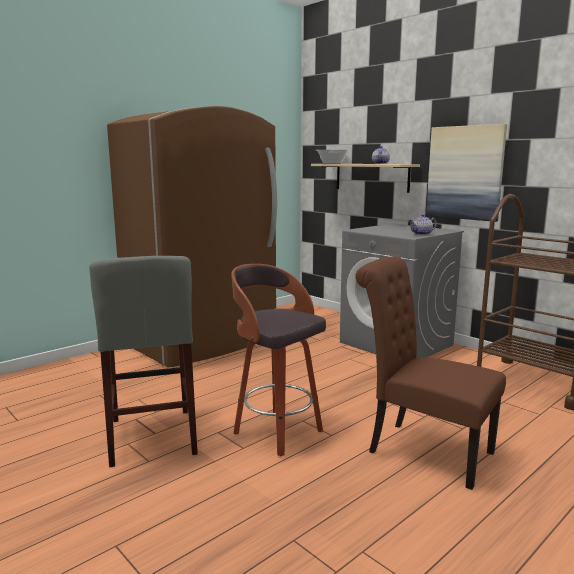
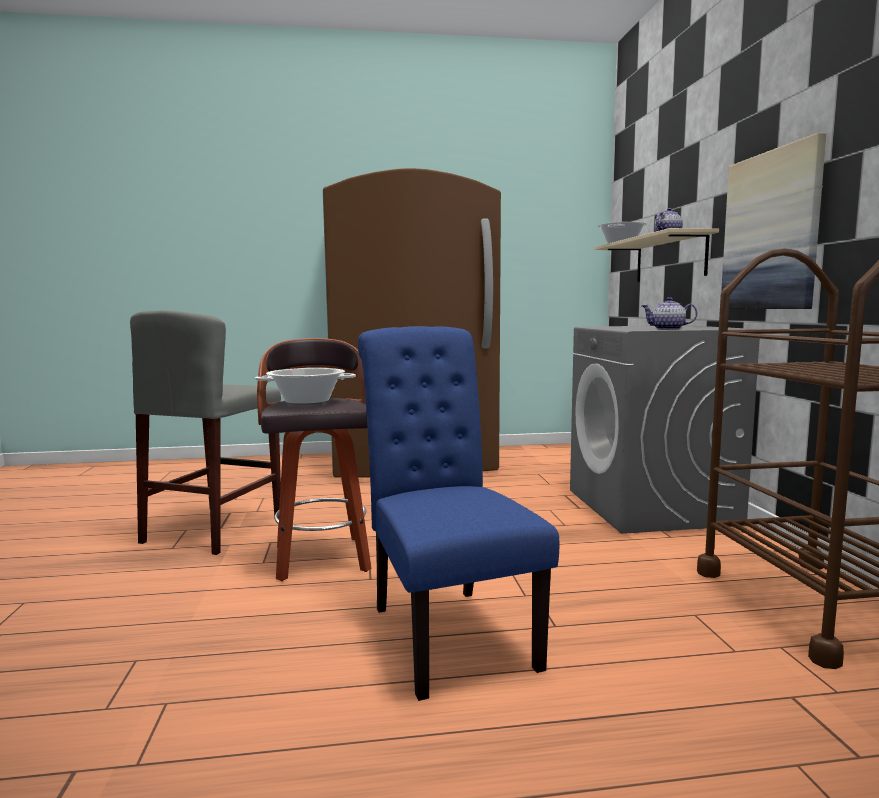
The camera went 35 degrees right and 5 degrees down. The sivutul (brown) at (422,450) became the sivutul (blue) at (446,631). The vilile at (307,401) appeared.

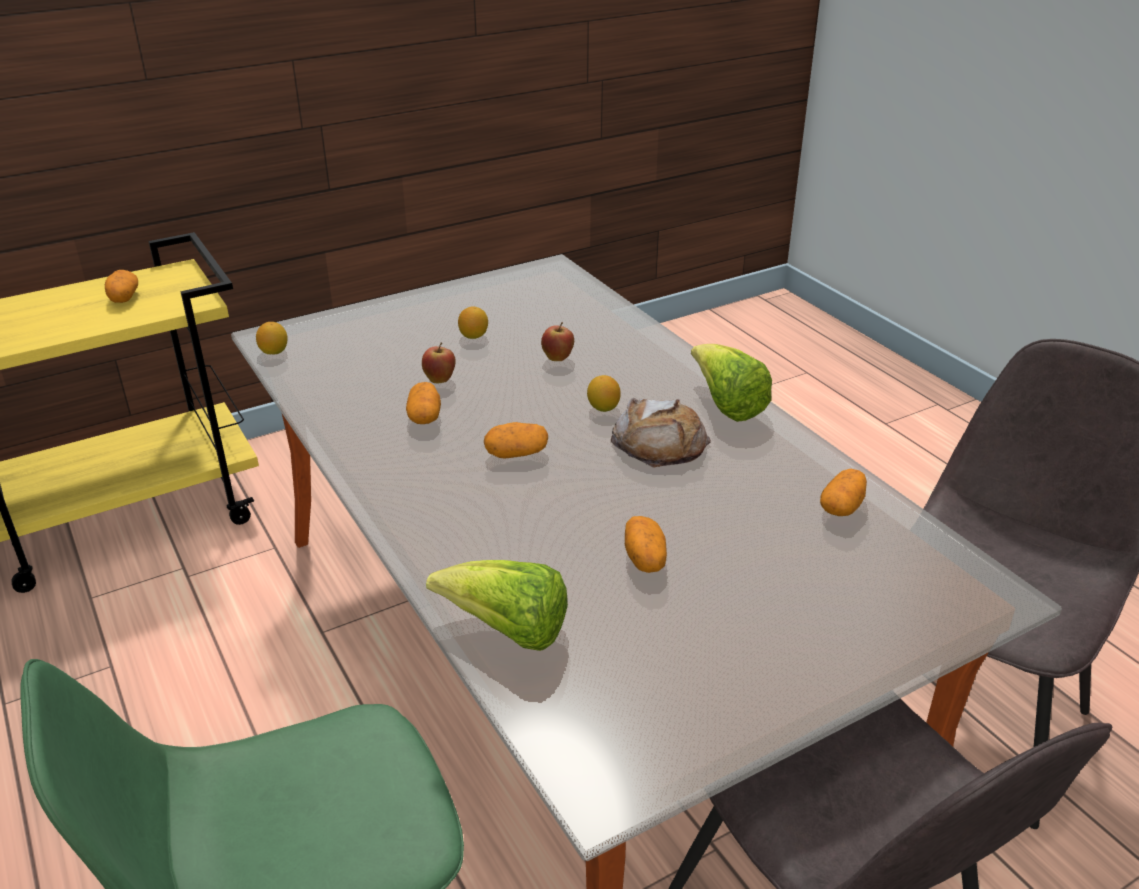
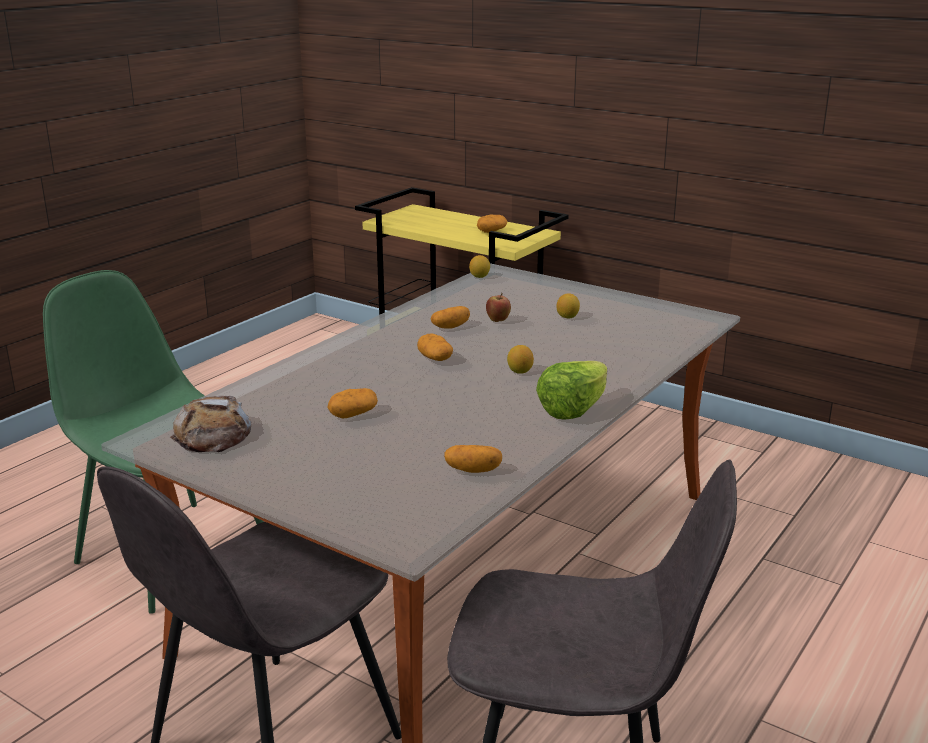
The camera went 65 degrees right and 10 degrees down. The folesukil at (507,631) disappeared. The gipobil at (558,359) disappeared. The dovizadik moved from (660,442) to (213,435).

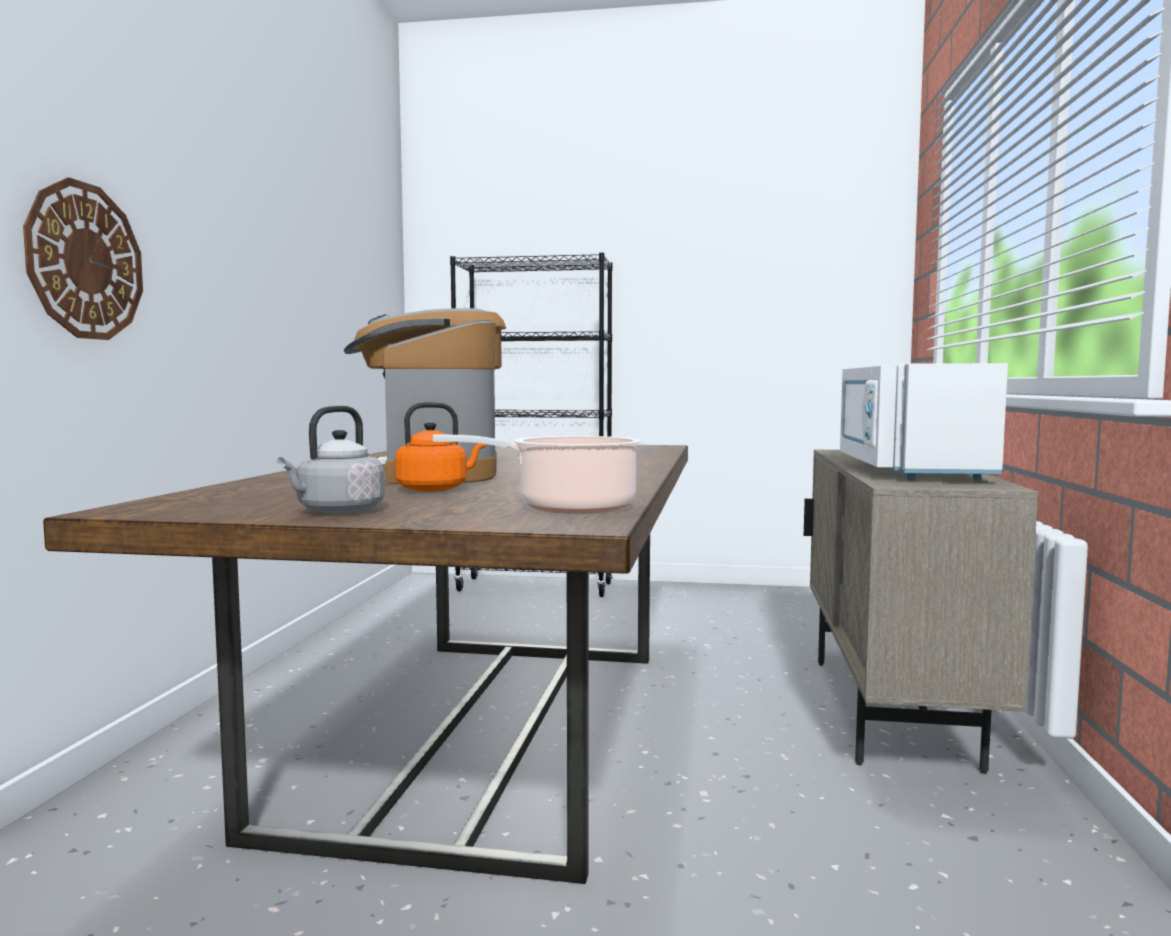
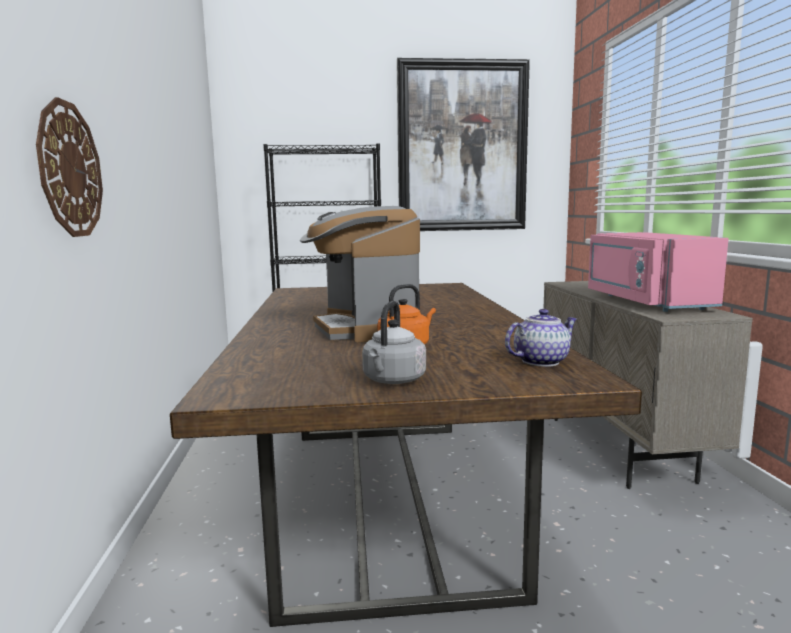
The camera went 15 degrees left and 5 degrees up. The vilile at (568,508) was replaced by the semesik at (540,361). The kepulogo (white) at (907,470) became the kepulogo (pink) at (644,302). The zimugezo at (462,147) appeared.

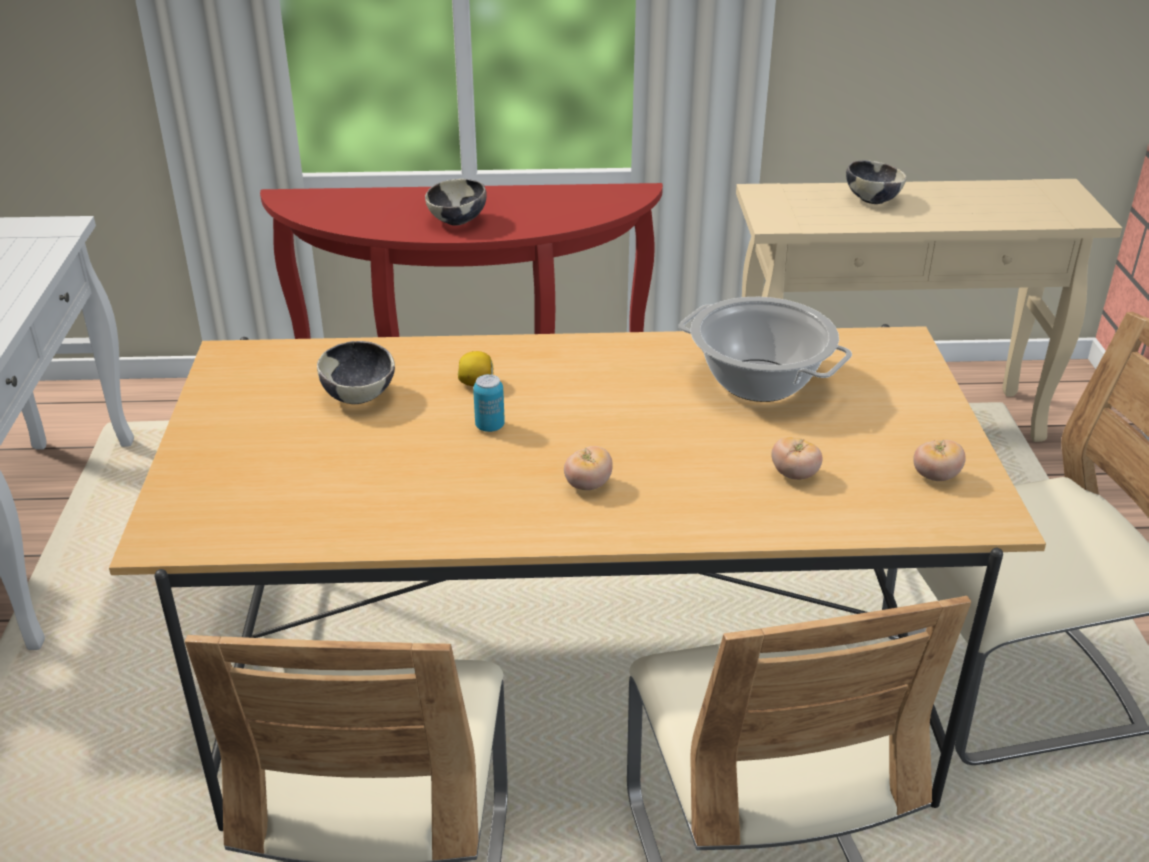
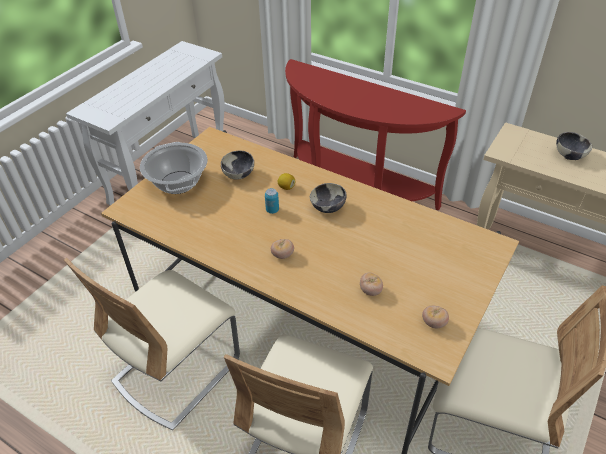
The camera went 35 degrees right and 10 degrees up. The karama moved from (458,221) to (328,208). The vilile moved from (760,381) to (178,183).

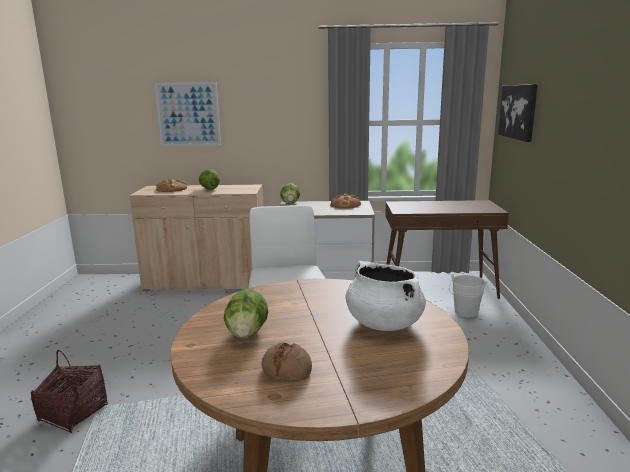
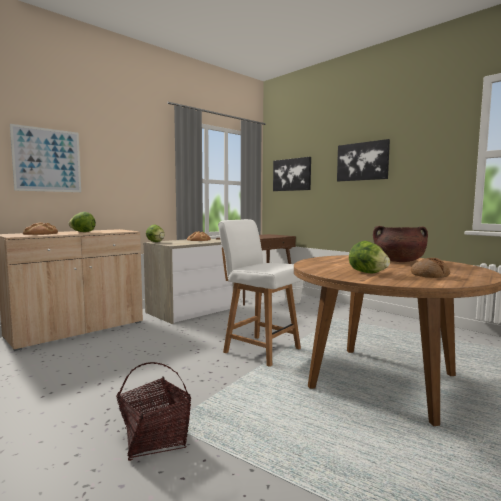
The camera went 45 degrees left and 10 degrees down. The vilile (white) at (383,323) became the vilile (brown) at (399,261). The zimugezo at (362,161) appeared.

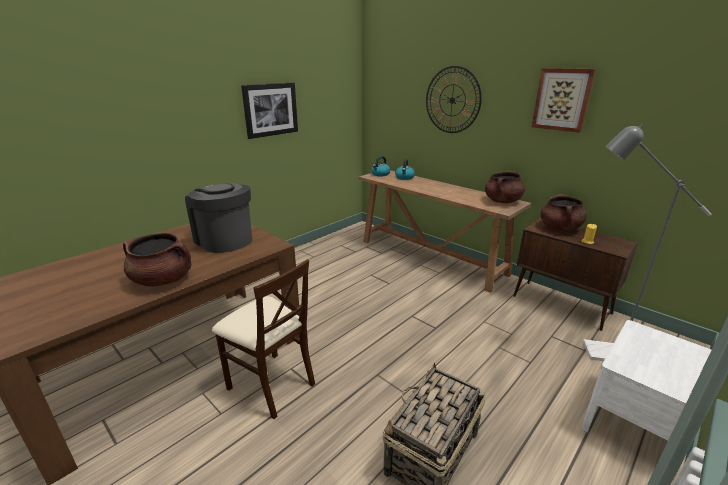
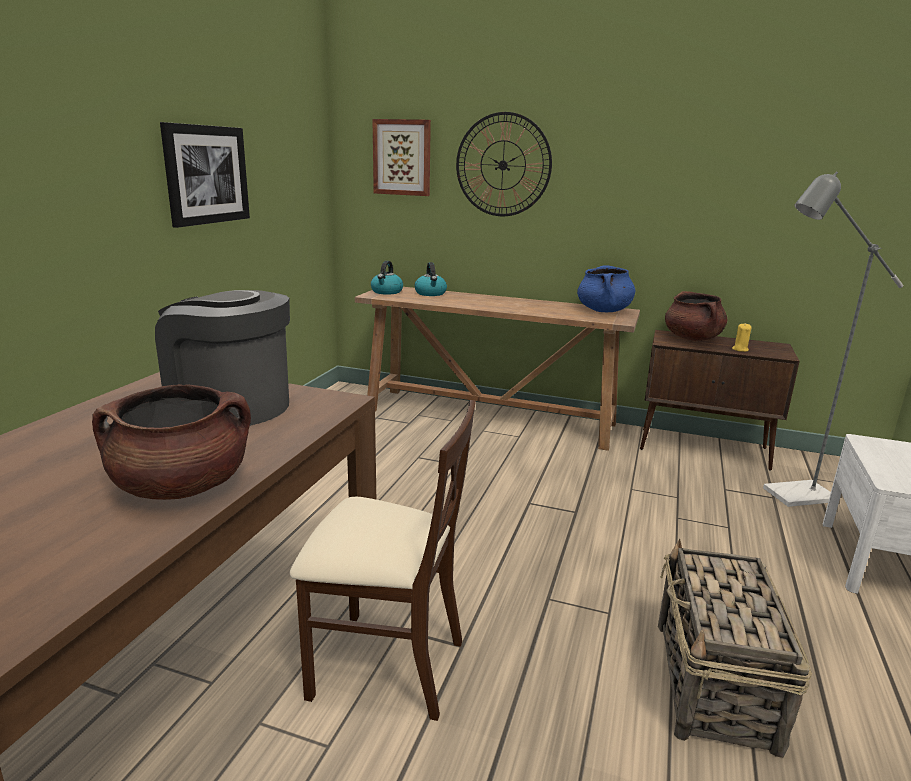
The camera went 25 degrees left and 5 degrees down. The vilile (brown) at (502,201) became the vilile (blue) at (604,311). The zimugezo moved from (562,99) to (402,157).

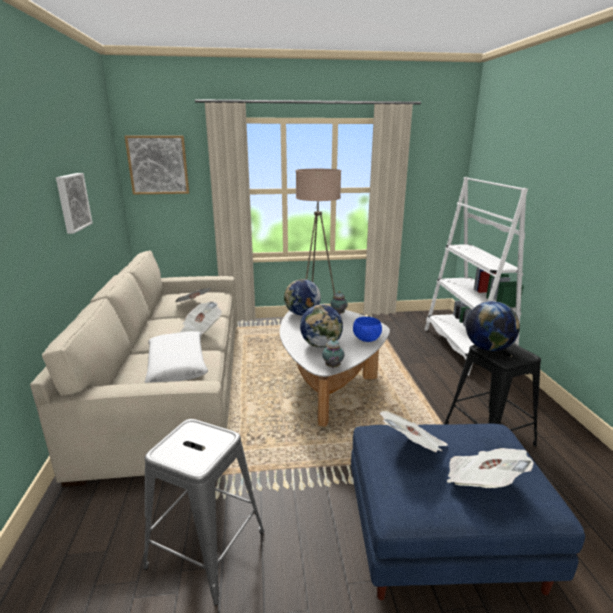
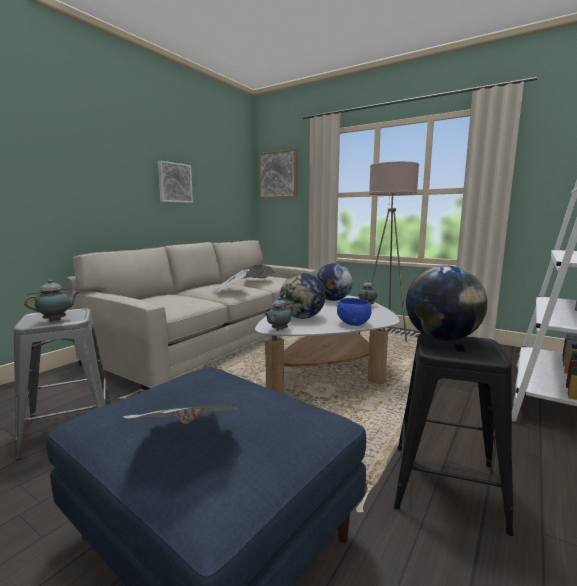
The camera went 40 degrees right and 10 degrees down. The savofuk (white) at (177,365) disappeared. The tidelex at (412,446) disappeared. The semesik at (57,320) appeared.

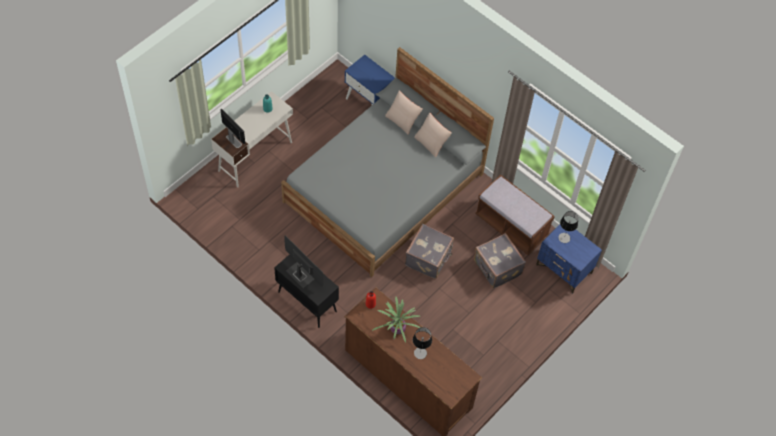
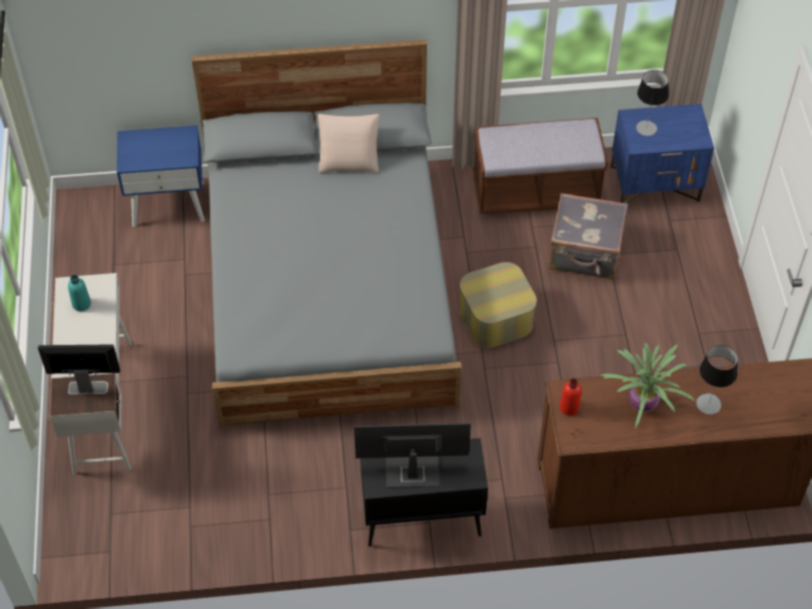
The camera went 45 degrees left and 5 degrees down. The savofuk (beige) at (403,120) disappeared. The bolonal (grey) at (429,258) was replaced by the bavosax at (495,317).

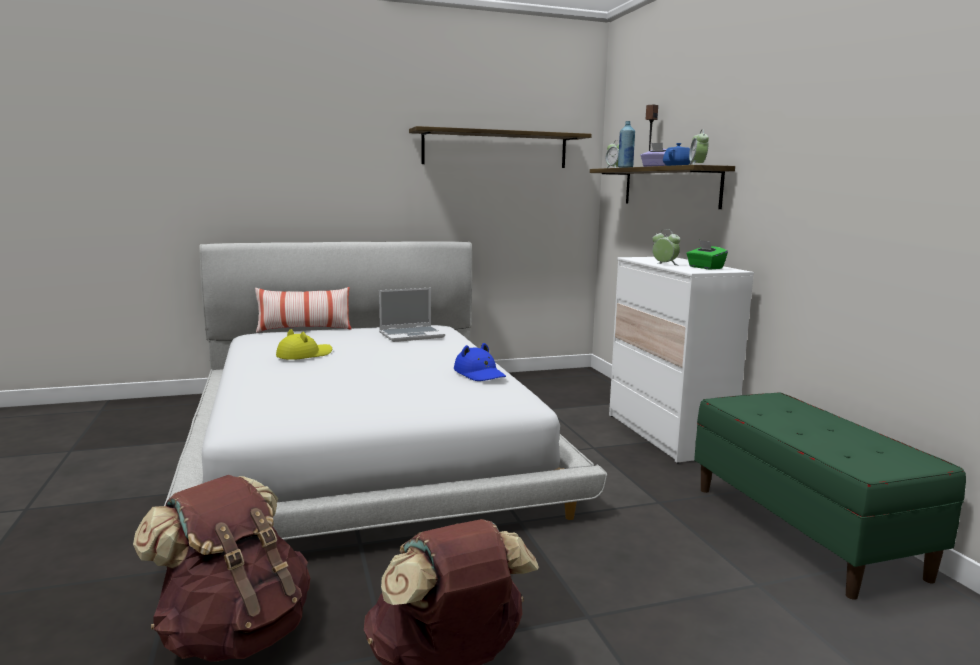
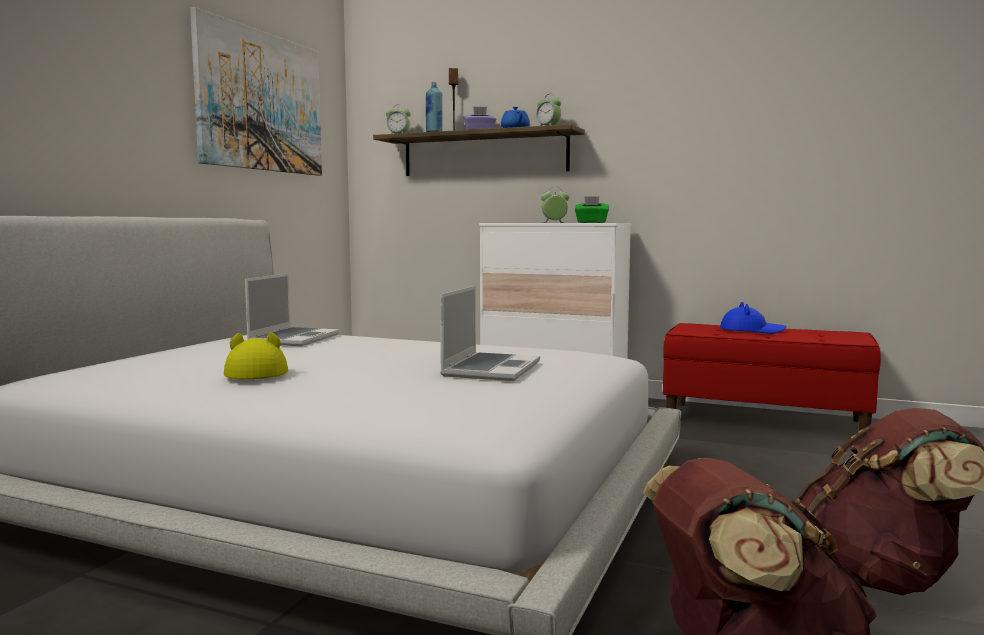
The camera went 50 degrees left and 5 degrees down. The savofuk at (304,329) disappeared. The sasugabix at (495,149) was replaced by the zimugezo at (261,102). The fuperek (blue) moved from (480,374) to (751,331). The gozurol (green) at (803,530) became the gozurol (red) at (764,421). The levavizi at (490,369) appeared.

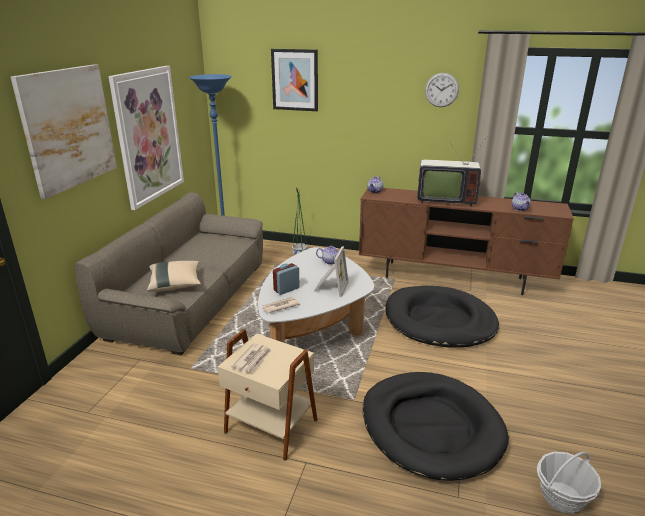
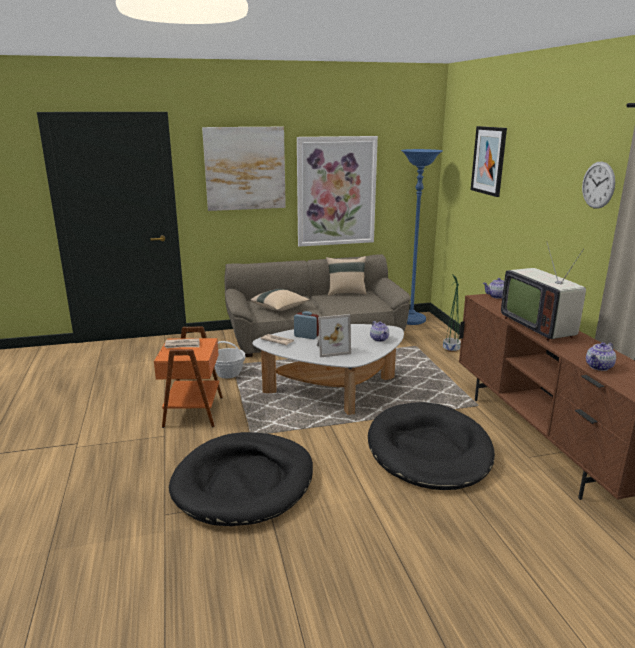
The camera went 60 degrees right and 5 degrees down. The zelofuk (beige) at (270,427) became the zelofuk (orange) at (192,411). The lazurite moved from (562,497) to (228,373). The savofuk (beige) at (346,293) appeared.

